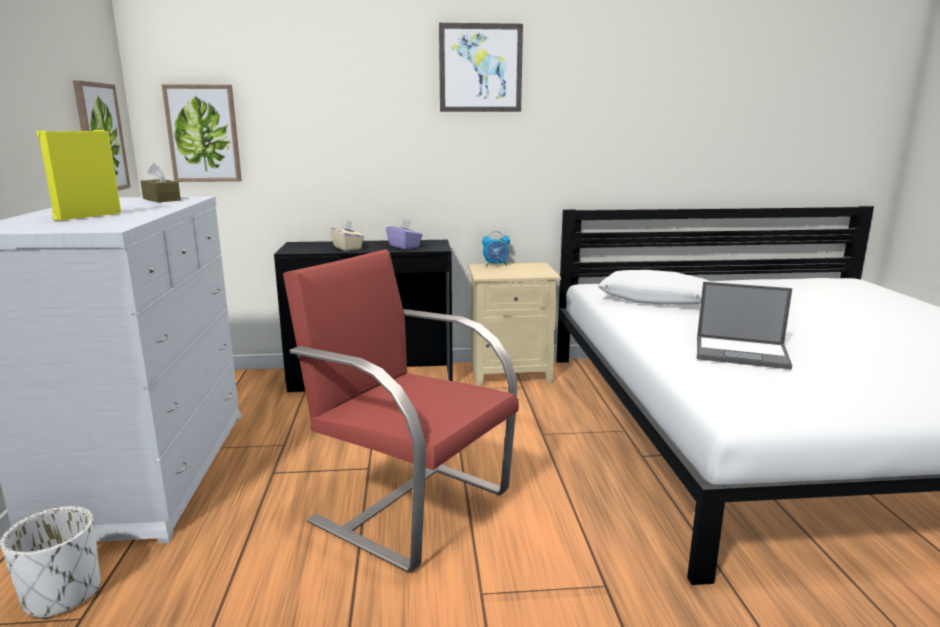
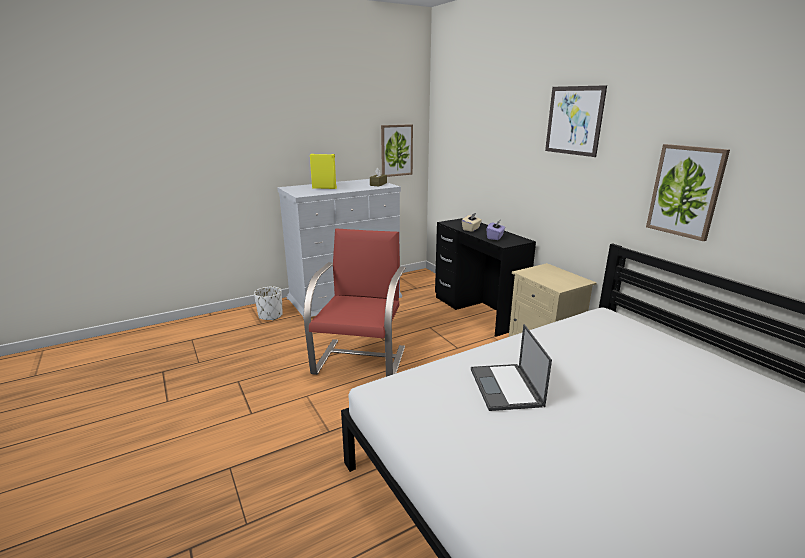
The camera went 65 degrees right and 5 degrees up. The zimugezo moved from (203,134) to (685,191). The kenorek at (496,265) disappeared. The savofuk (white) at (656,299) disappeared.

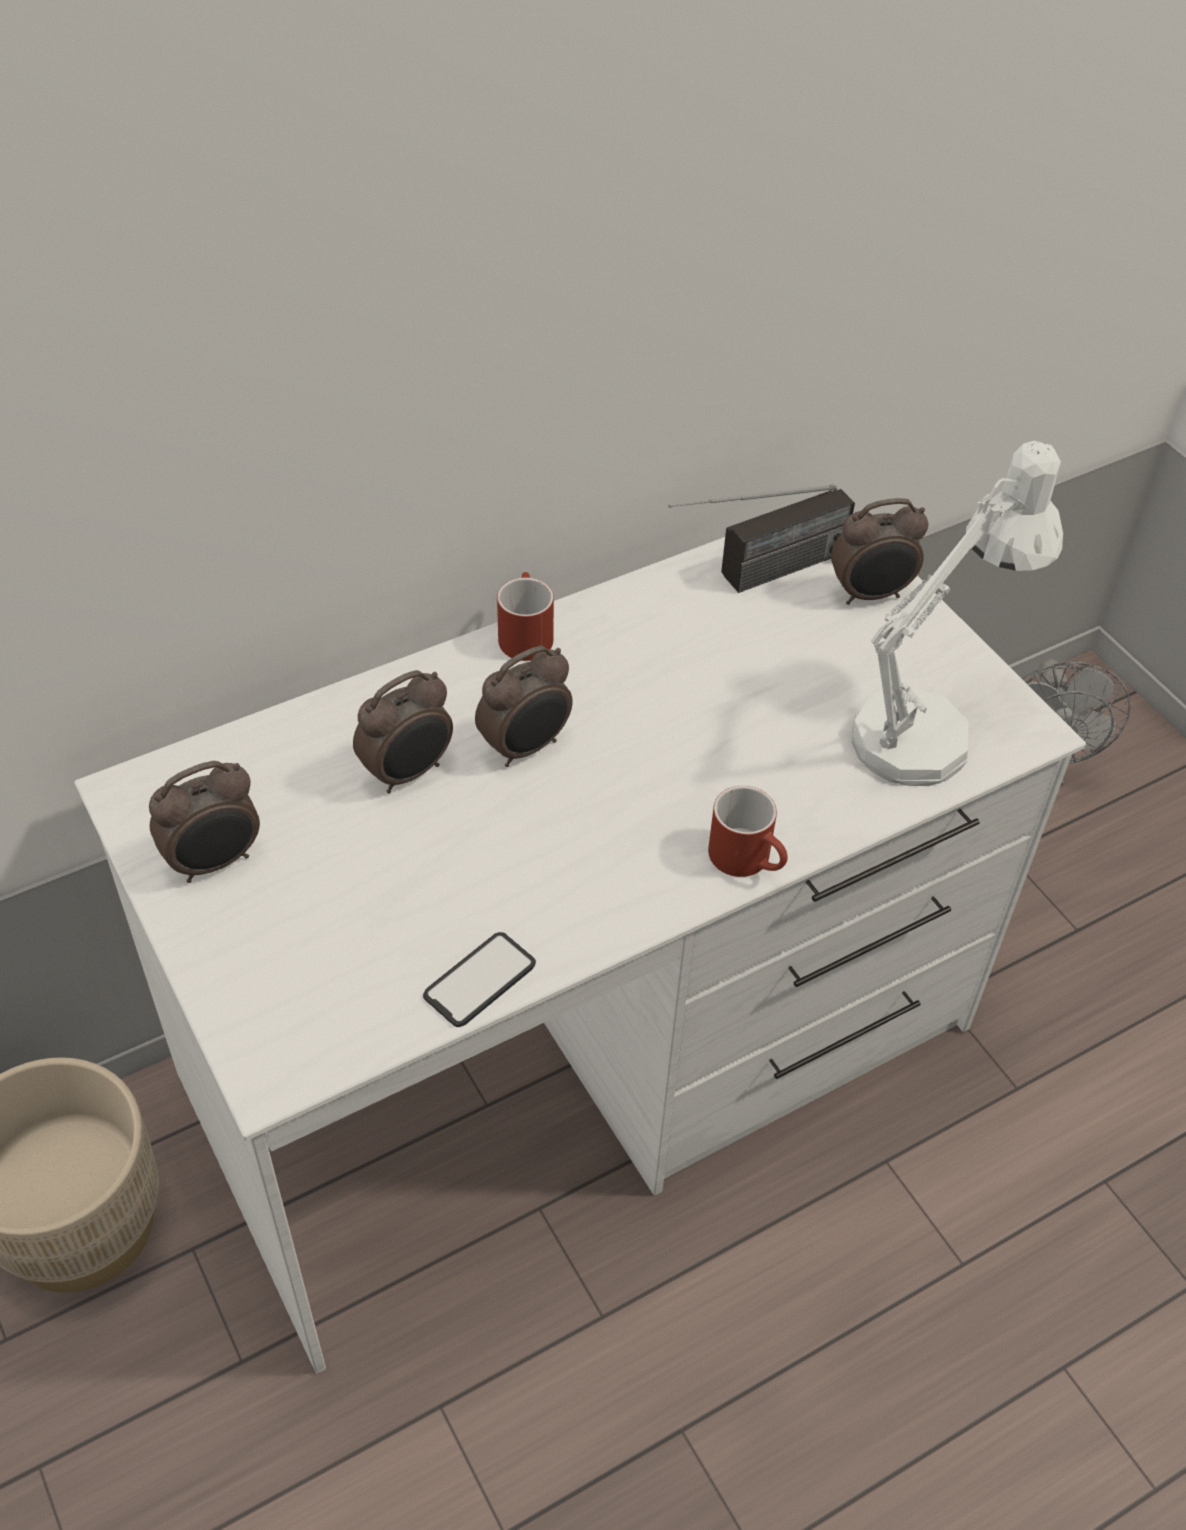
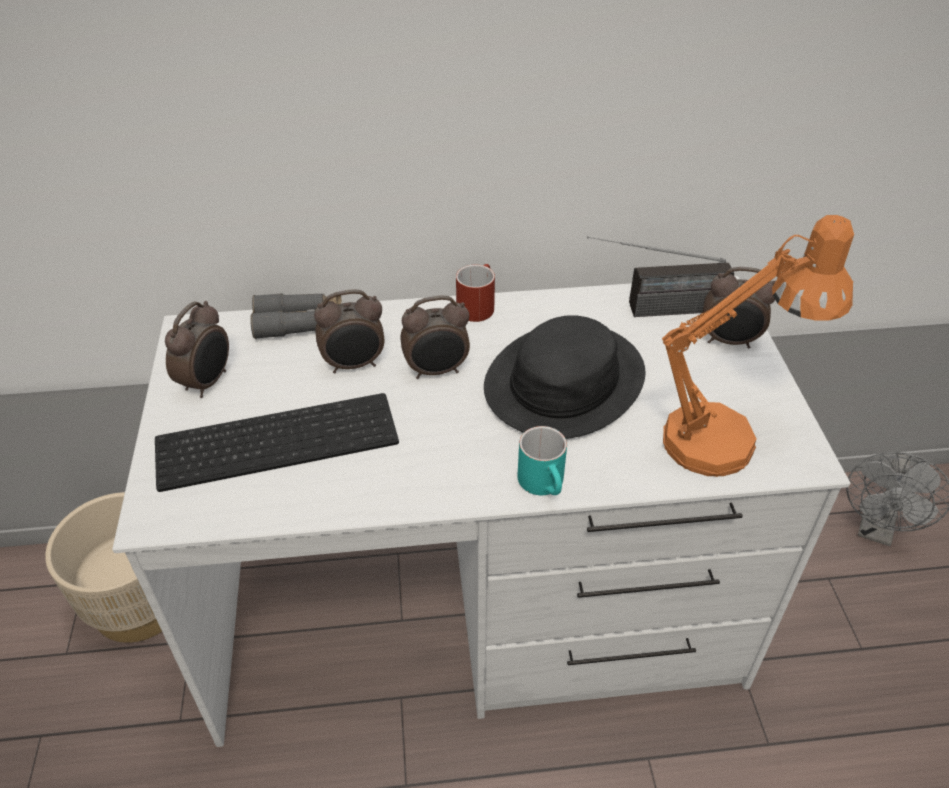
The camera went 25 degrees right and 5 degrees down. The kenorek at (215,862) turned 60 degrees counterclockwise. The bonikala at (480,980) disappeared. The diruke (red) at (749,859) became the diruke (turquoise) at (545,484). The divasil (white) at (927,729) became the divasil (orange) at (725,437). The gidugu at (279,438) appeared. The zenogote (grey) at (299,323) appeared. The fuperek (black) at (564,381) appeared.

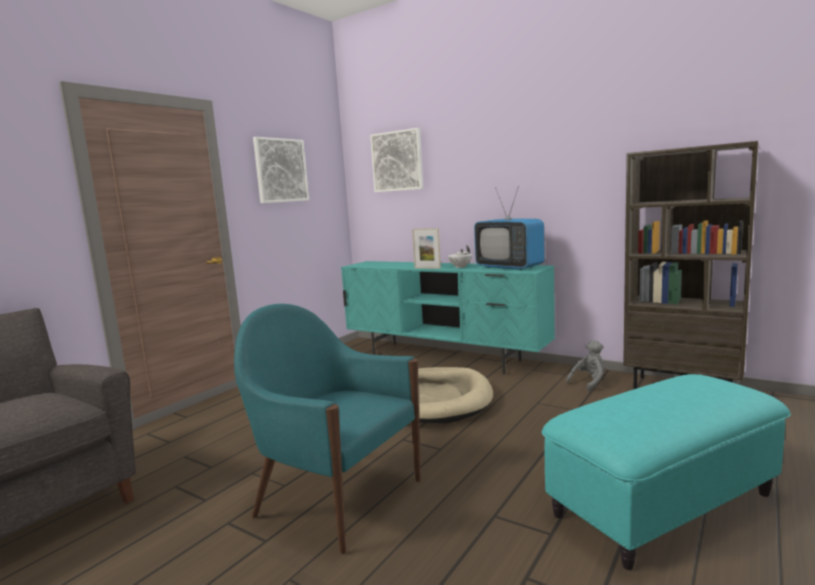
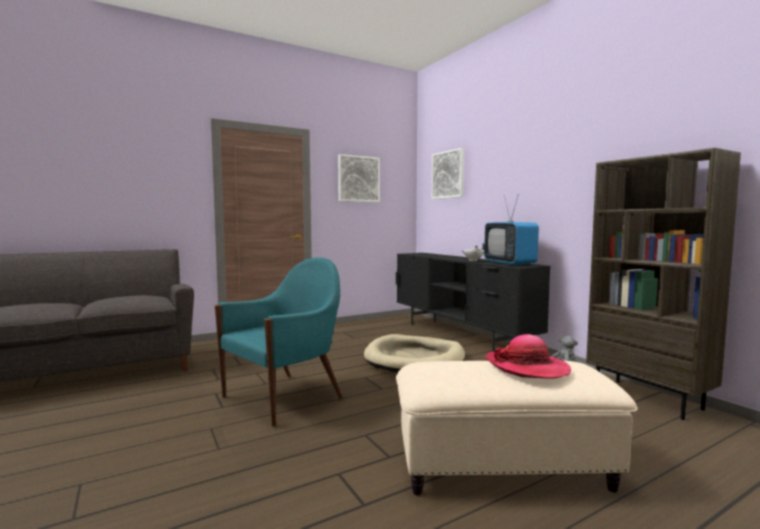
The camera went 25 degrees right and 5 degrees down. The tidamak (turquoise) at (336,497) turned 75 degrees clockwise. The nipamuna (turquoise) at (444,358) became the nipamuna (black) at (460,336). The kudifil at (427,268) disappeared. The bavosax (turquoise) at (664,506) became the bavosax (beige) at (502,468). The fuperek at (527,367) appeared.

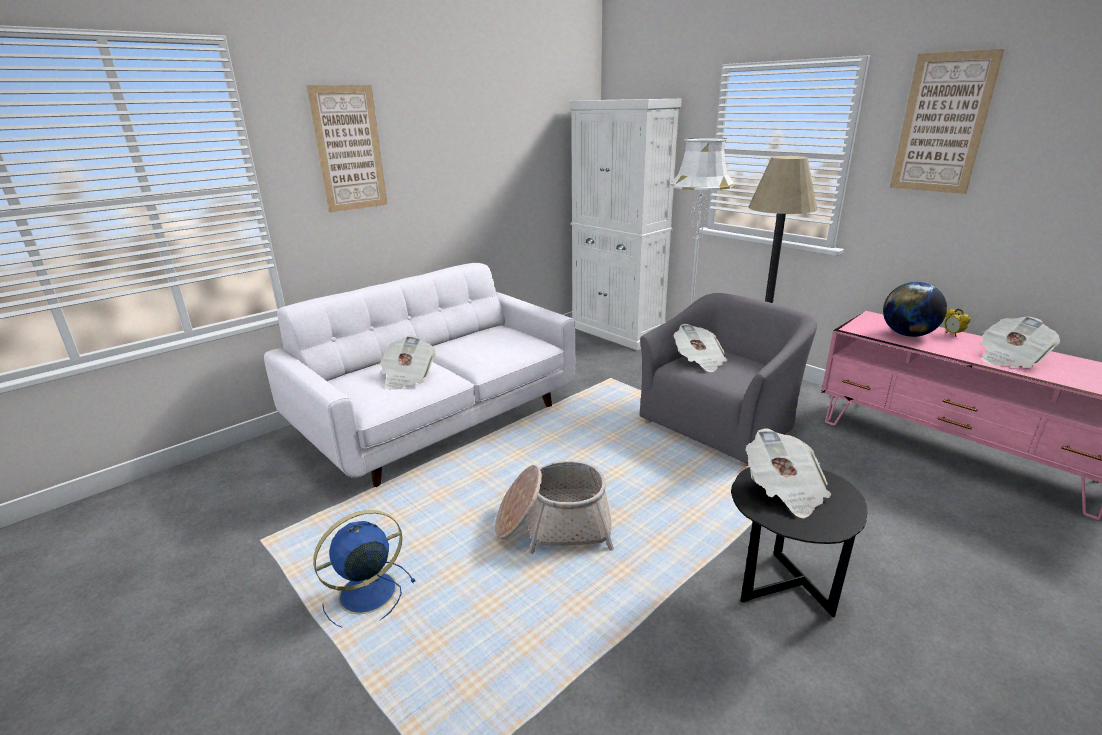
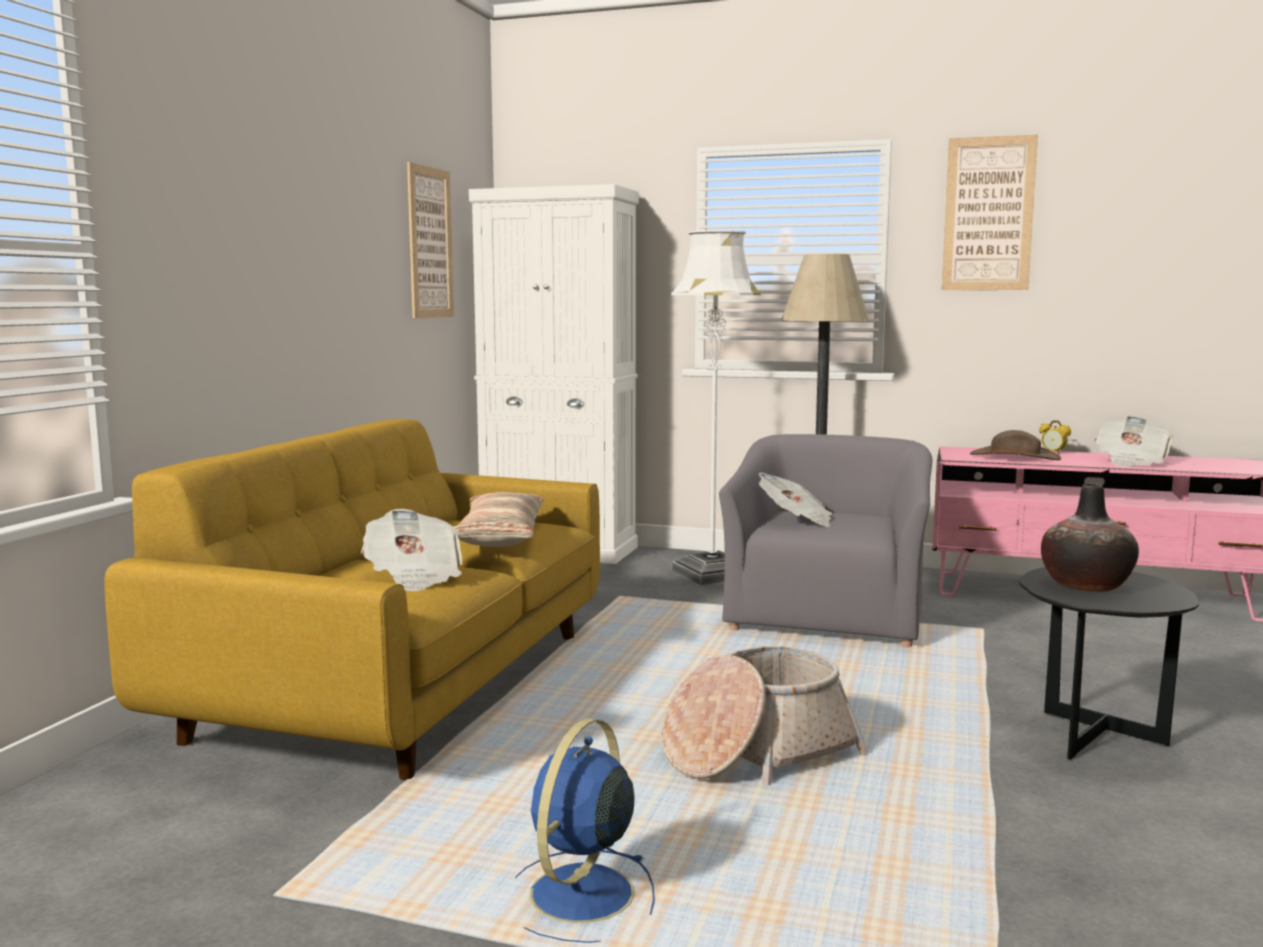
The camera went 30 degrees left and 15 degrees down. The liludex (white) at (438,419) became the liludex (yellow) at (404,683). The zimugezo moved from (349,149) to (430,243). The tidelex at (784,491) was replaced by the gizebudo at (1086,585). The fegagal at (907,334) was replaced by the fuperek (brown) at (1014,457). The savofuk at (499,536) appeared.

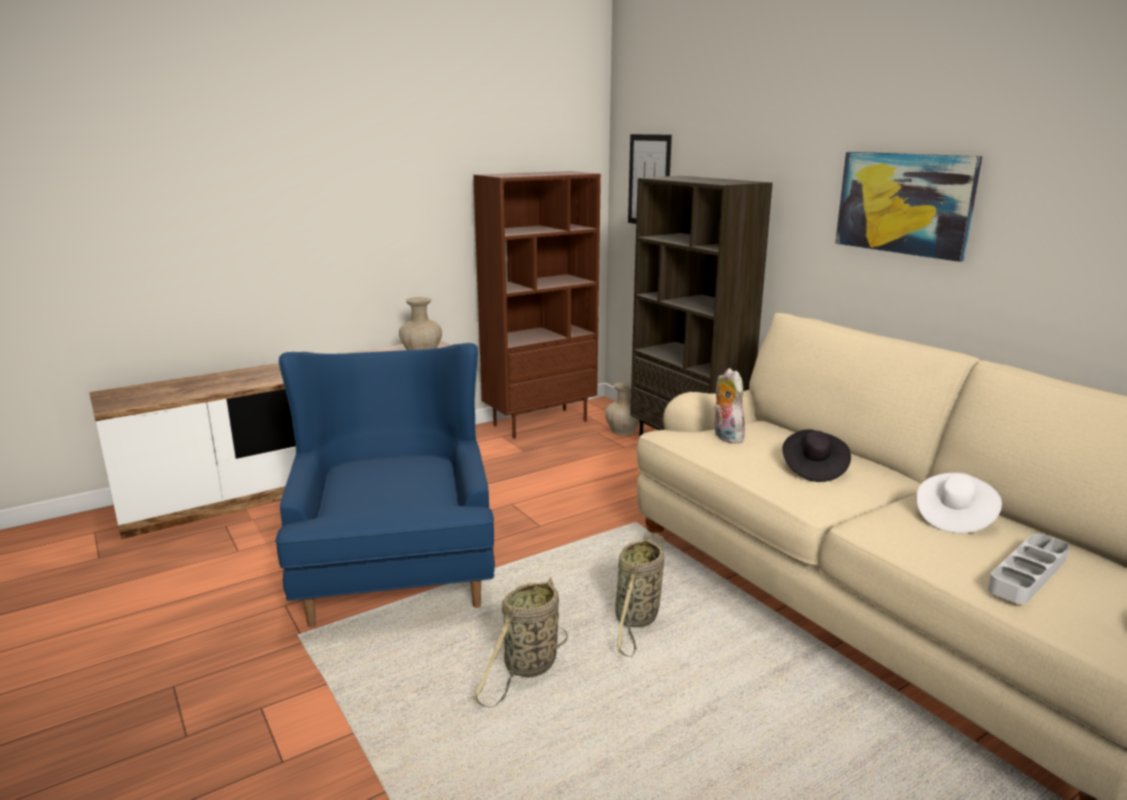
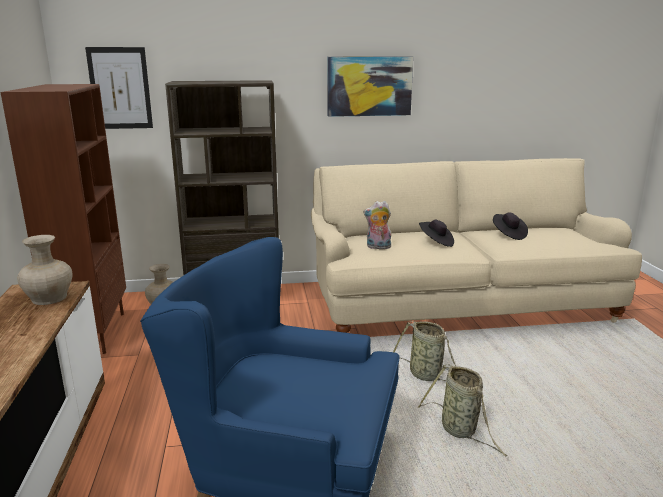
The camera went 65 degrees left and 0 degrees up. The fuperek (white) at (953,518) became the fuperek (black) at (508,234). The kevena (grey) at (1028,573) disappeared.

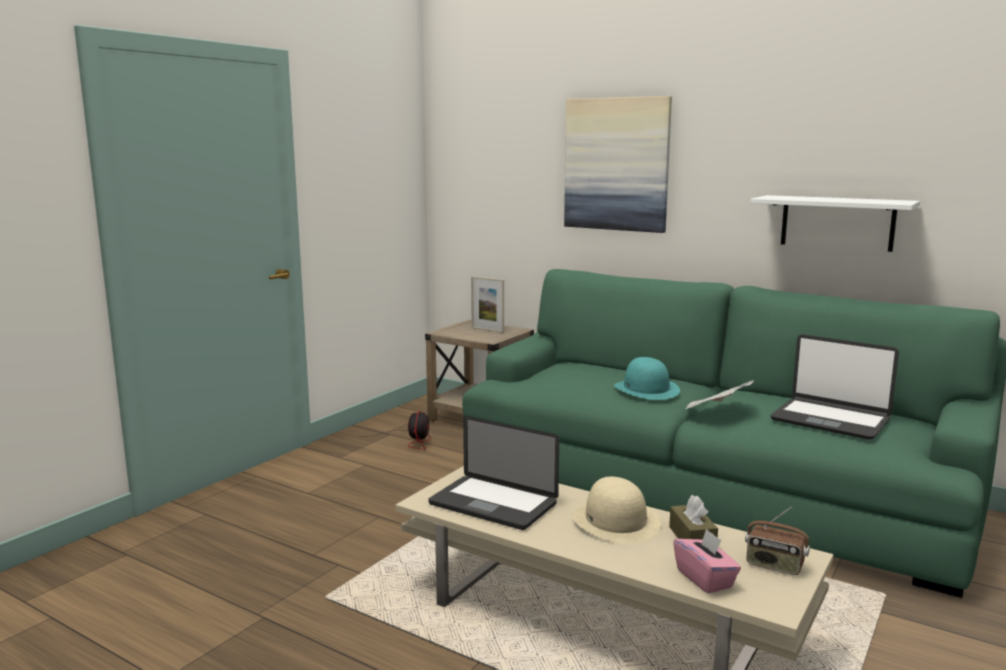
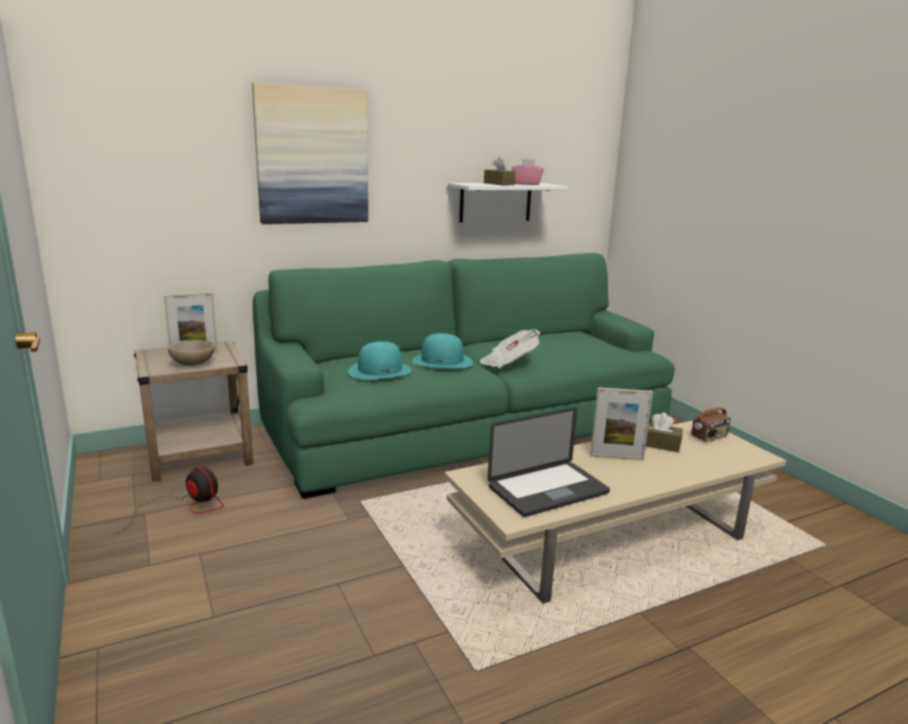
The camera went 60 degrees left and 5 degrees up. The fuperek (beige) at (616,521) was replaced by the kudifil at (616,457). The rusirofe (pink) moved from (705,579) to (526,184). The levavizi at (830,420) disappeared. The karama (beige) at (193,364) appeared. The fuperek (turquoise) at (380,371) appeared. The rusirofe (brown) at (499,184) appeared.

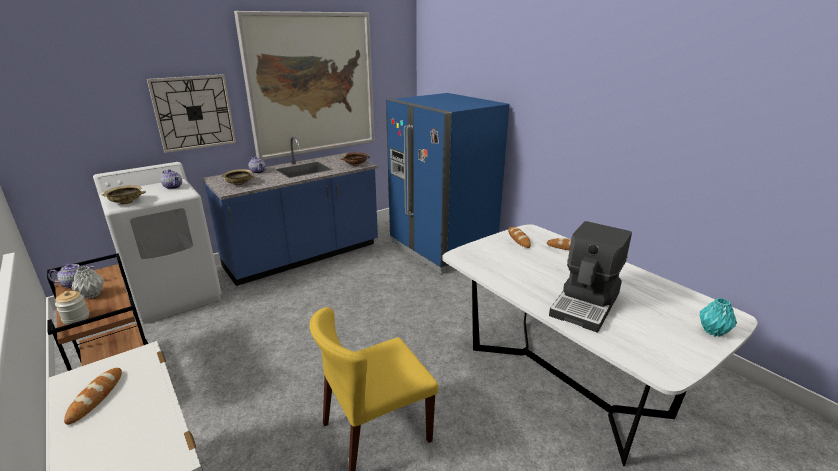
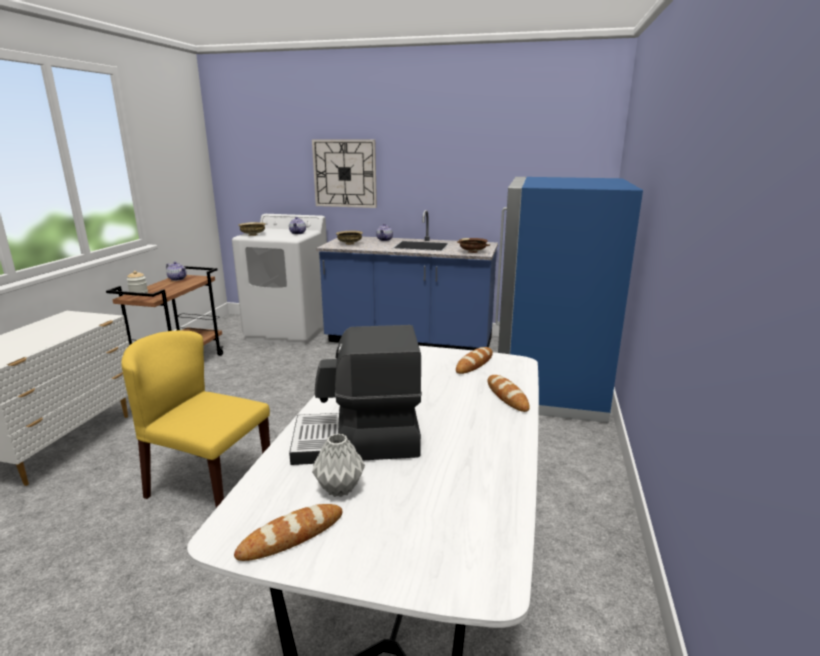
The camera went 50 degrees right and 5 degrees down. The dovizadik moved from (96,397) to (291,536). The gizebudo (grey) moved from (92,295) to (340,488). The zimugezo at (311,84) disappeared. The gizebudo (turquoise) at (713,332) disappeared.

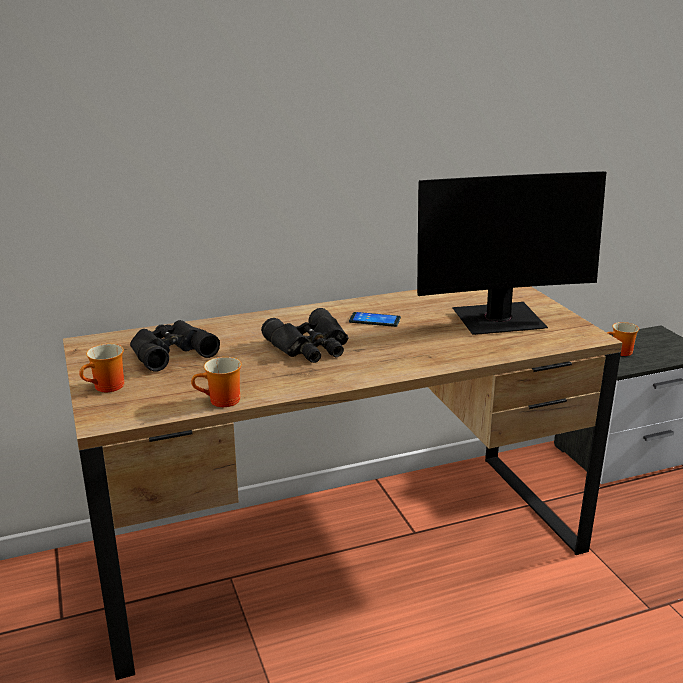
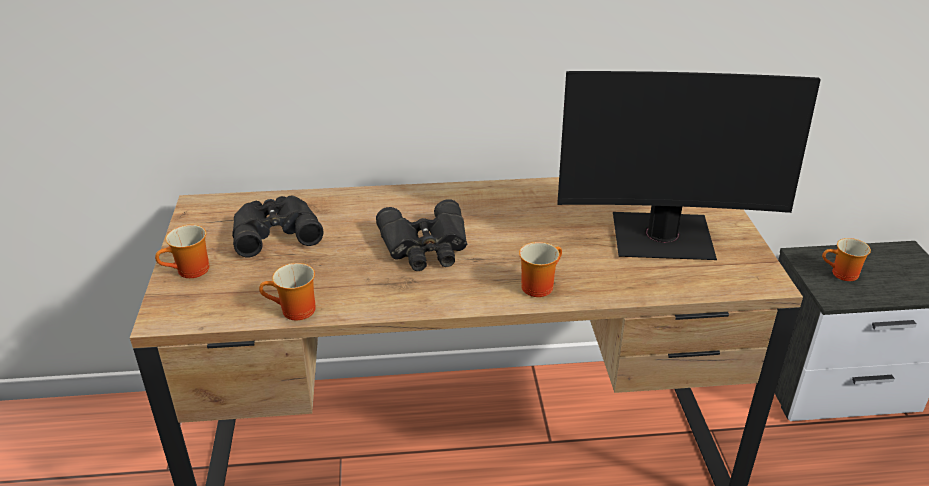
The camera went 15 degrees right and 10 degrees up. The bonikala at (374,320) disappeared. The diruke at (538,284) appeared.

